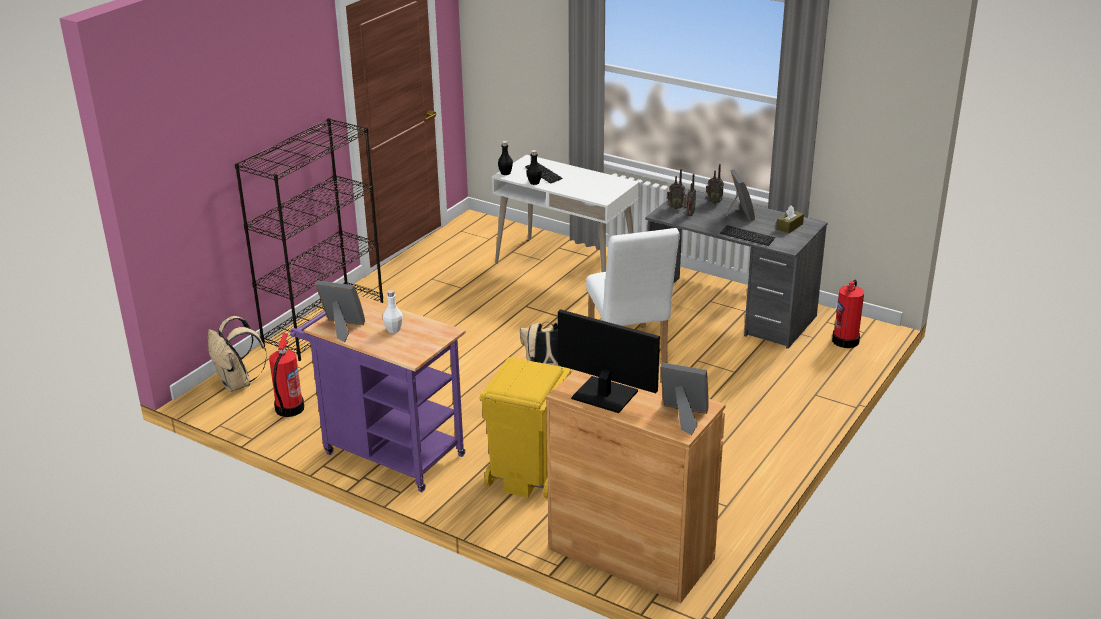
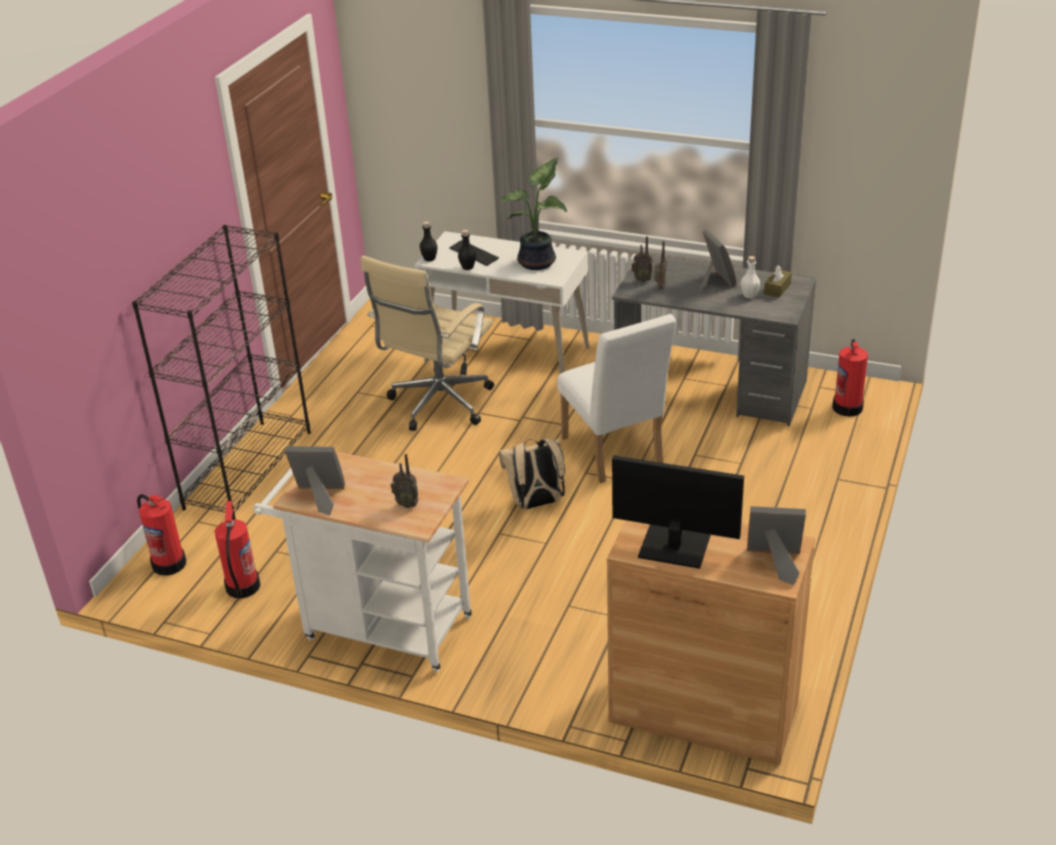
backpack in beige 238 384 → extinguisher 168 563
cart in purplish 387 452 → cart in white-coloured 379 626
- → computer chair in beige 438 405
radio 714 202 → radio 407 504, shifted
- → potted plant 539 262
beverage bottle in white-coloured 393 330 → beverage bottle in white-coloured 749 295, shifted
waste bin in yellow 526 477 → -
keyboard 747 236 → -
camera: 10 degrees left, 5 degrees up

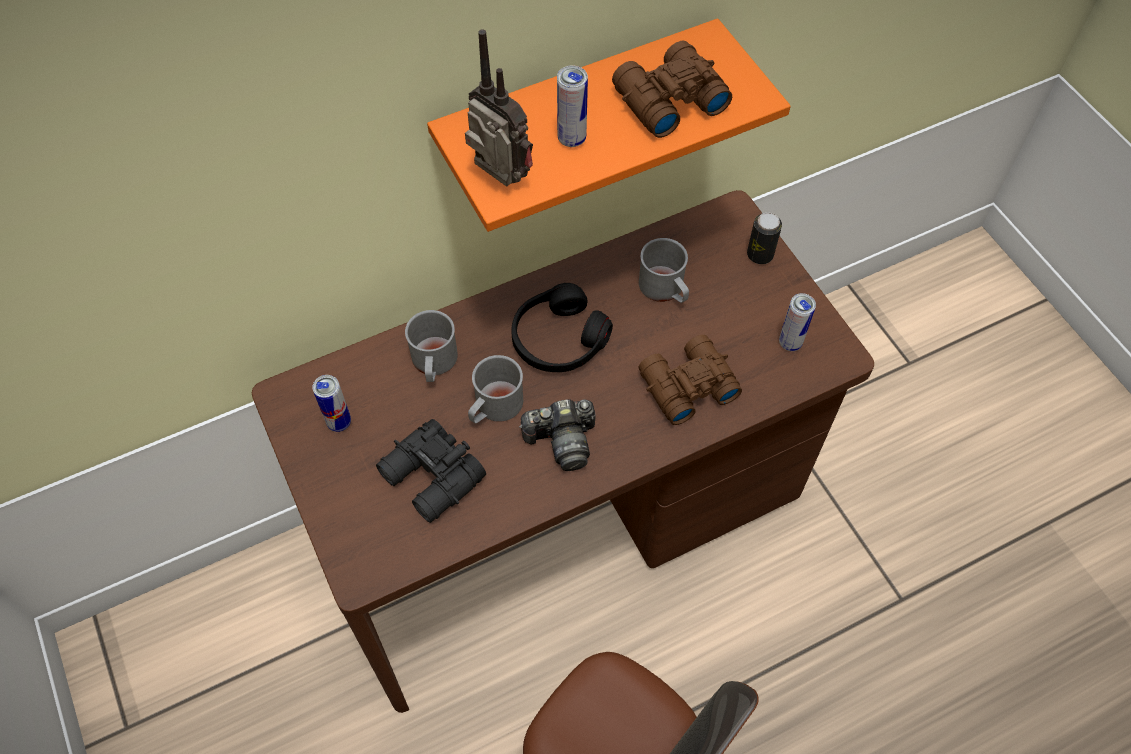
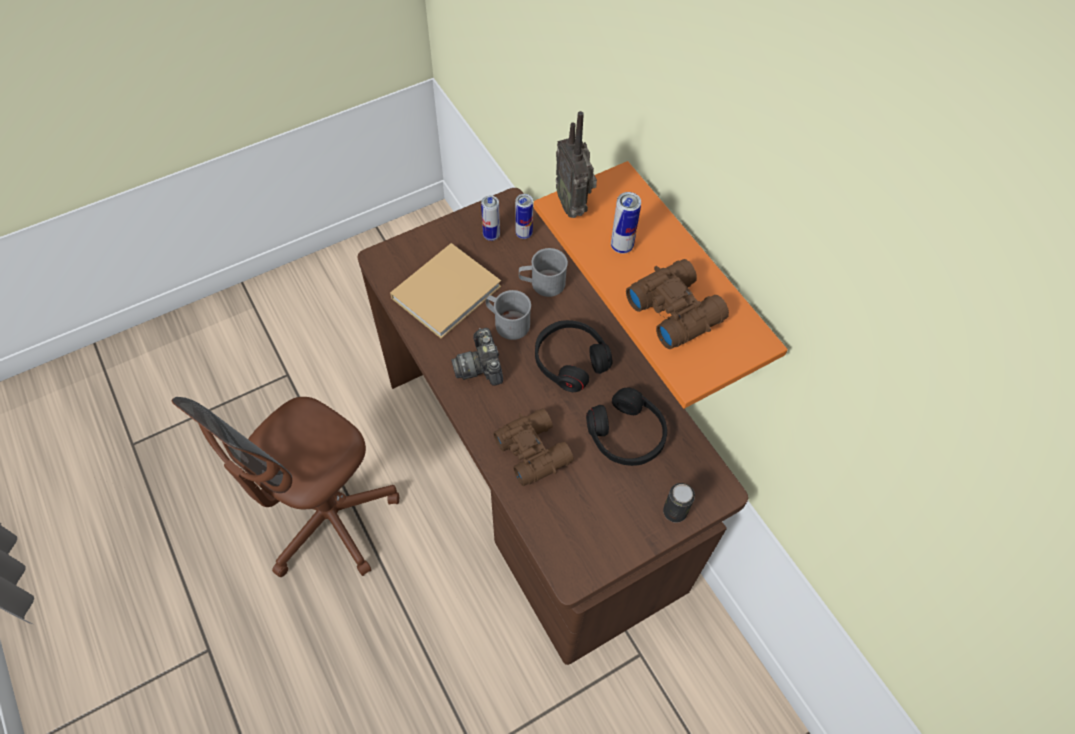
binoculars in blackish 432 479 → bound book in beige 448 290
sealed can 790 343 → sealed can 524 234, shifted
radio 499 181 → radio 573 205, 120 degrees clockwise
tea mug in gray 665 289 → headphones in blackish 626 434
camera: 85 degrees right, 0 degrees up

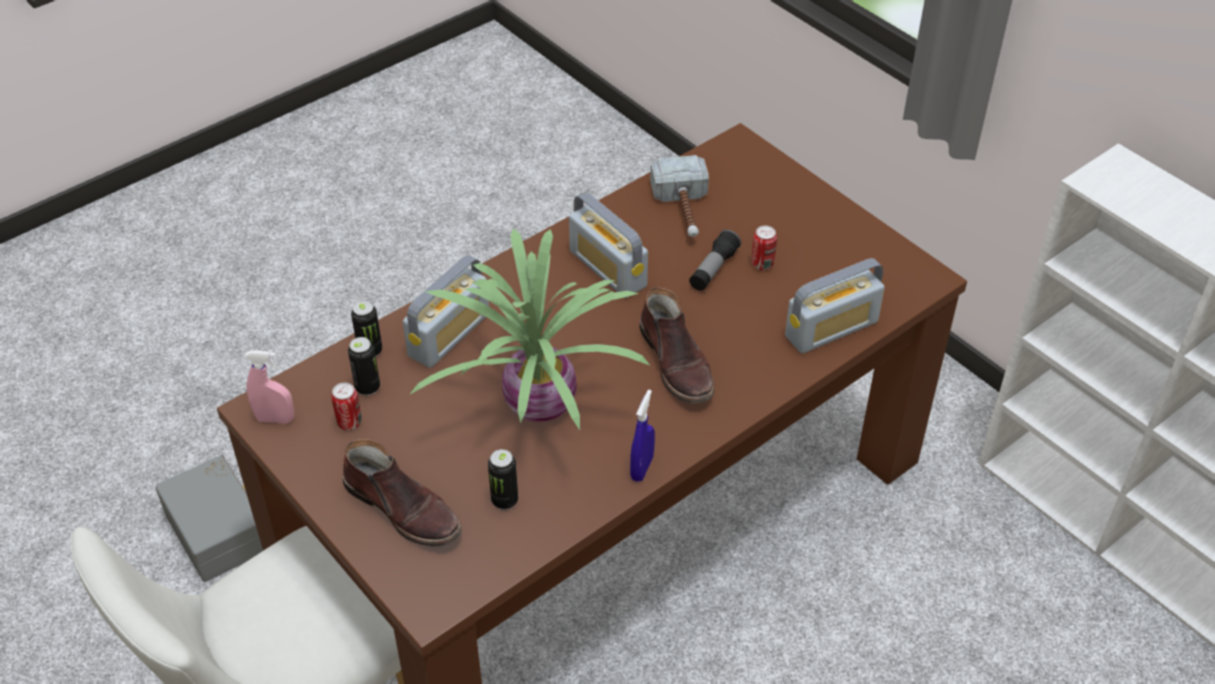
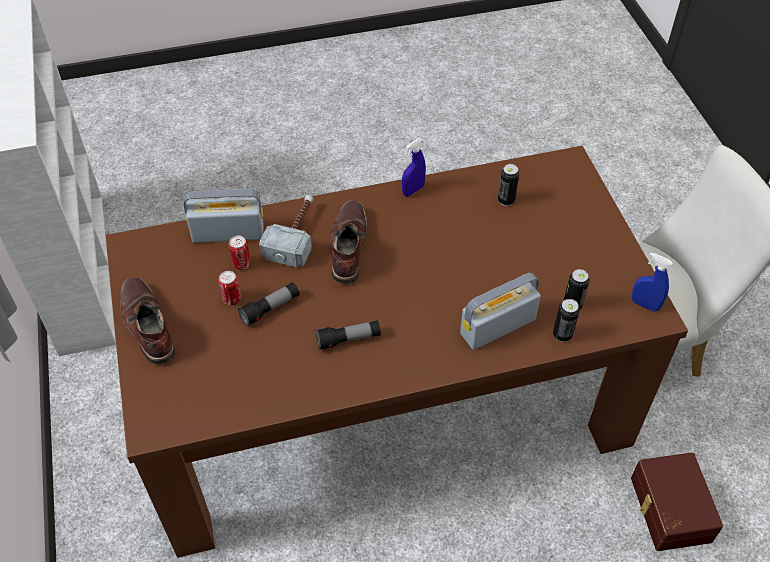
tall boot in brown 404 508 → tall boot in brown 147 325, shifted
sealed can 349 422 → sealed can 241 264, shifted
hammer 683 211 → hammer 296 235, shifted
radio 608 269 → torch 348 339
storage bin in gray 220 529 → storage bin in brown 668 509
spray bottle in pinkish 275 419 → spray bottle in blue-coloured 645 305
potted plant 535 404 → -
camera: 155 degrees left, 5 degrees up

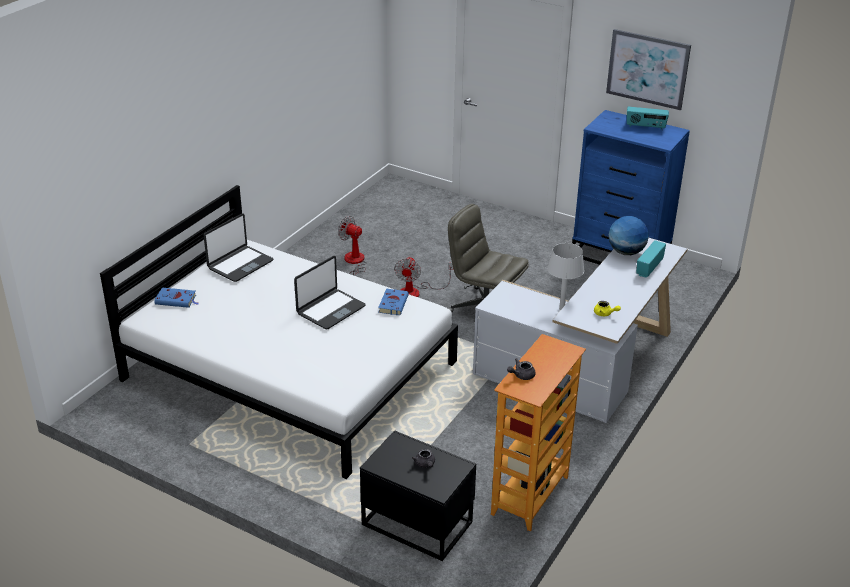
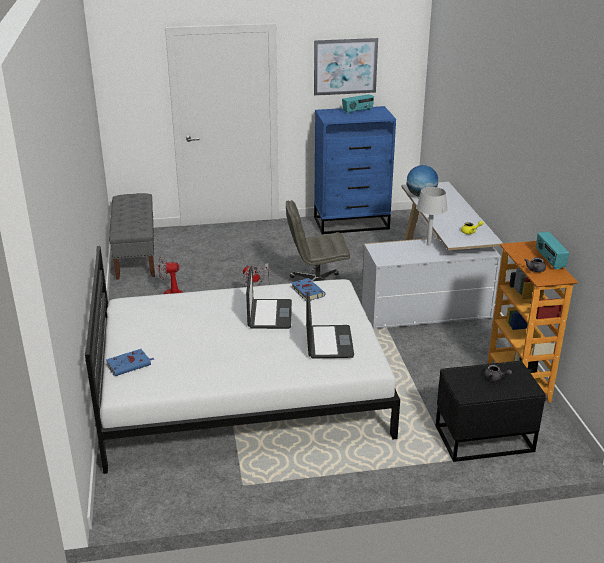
- → indoor bench in gray 135 254
notebook computer 240 264 → notebook computer 328 343, shifted
radio 648 268 → radio 549 260, shifted
camera: 40 degrees left, 5 degrees down

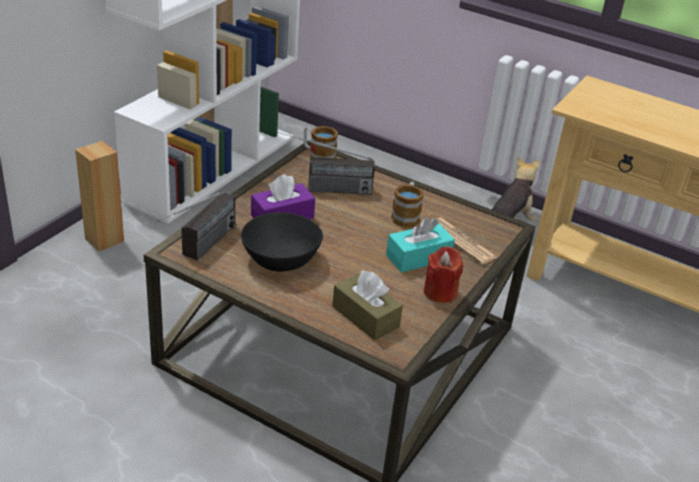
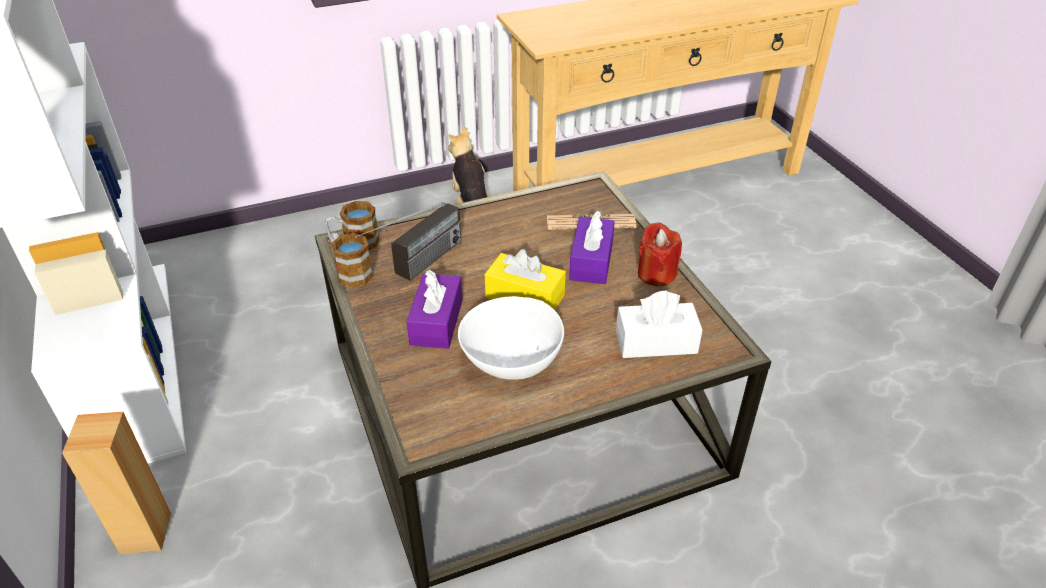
tea mug 406 215 → tea mug 350 272, shifted
serving bowl in blackish 280 259 → serving bowl in white-coloured 511 359
- → tissue box in yellow 525 296
tissue box in turquoise 418 257 → tissue box in purplish 591 261
tissue box in brown 365 316 → tissue box in white-coloured 656 342
radio 200 250 → -
camera: 50 degrees left, 5 degrees up

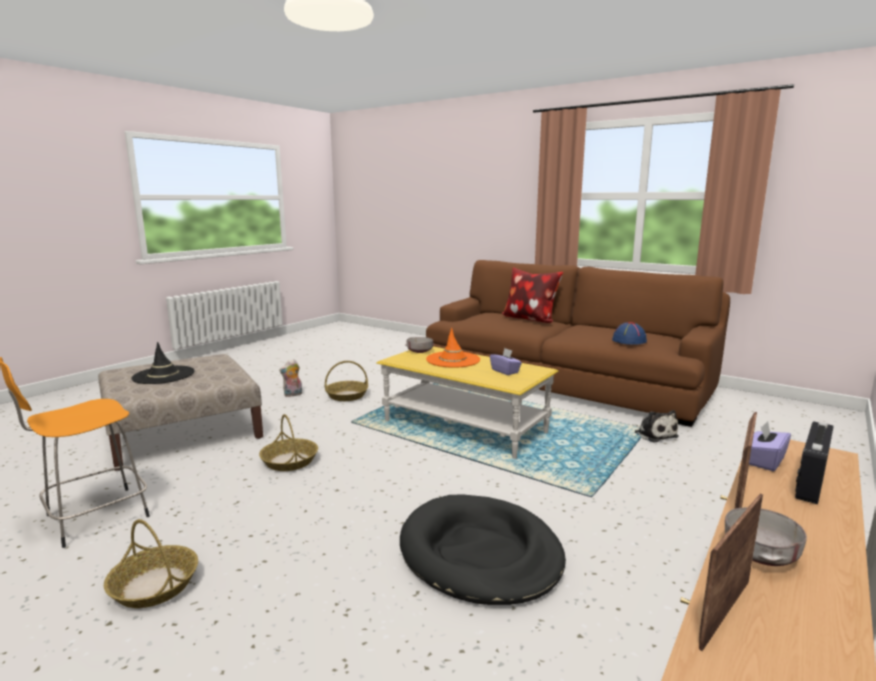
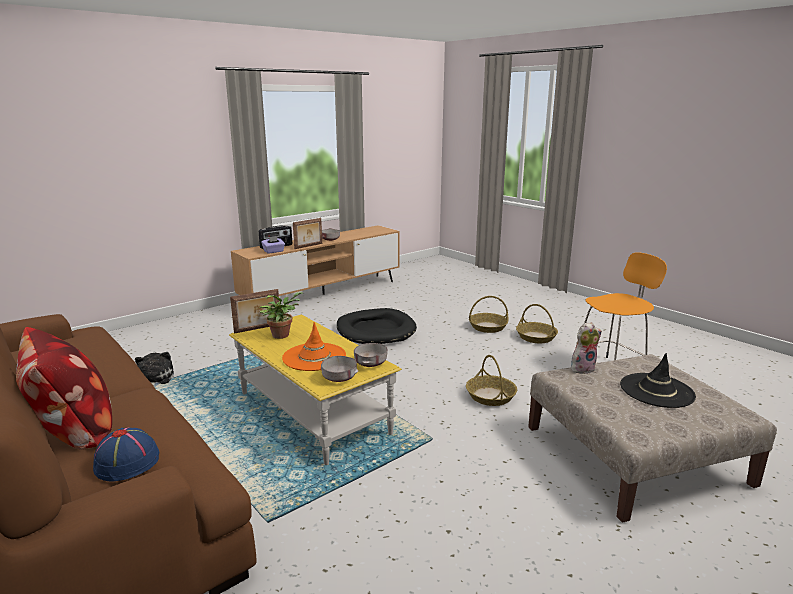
wearable hat in blue-coloured 628 341 → wearable hat in blue-coloured 127 462, shifted
standing frame 723 611 → standing frame 258 329, shifted
tissue box in purplish 505 371 → potted plant 282 334
- → serving bowl in gray 371 363
basket 347 395 → basket 487 327, shifted
plush toy 293 395 → plush toy 582 368, shifted
camera: 165 degrees left, 5 degrees up

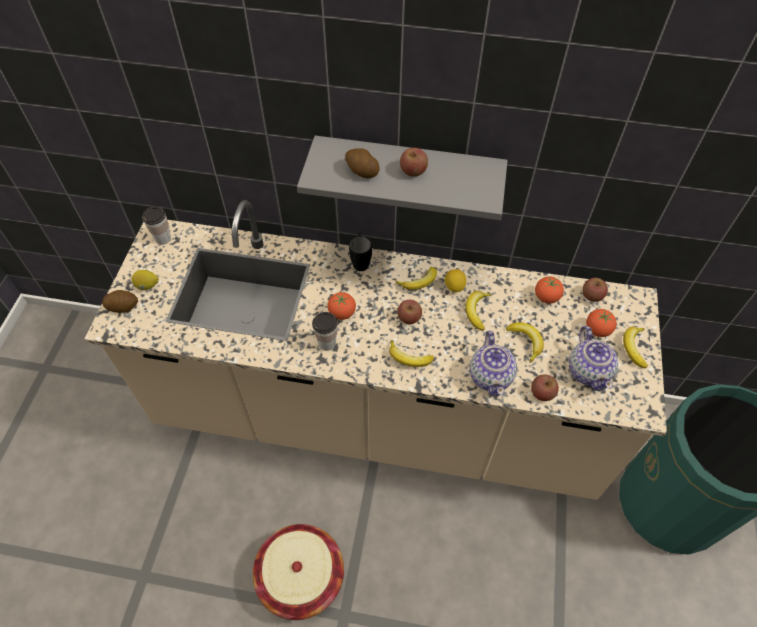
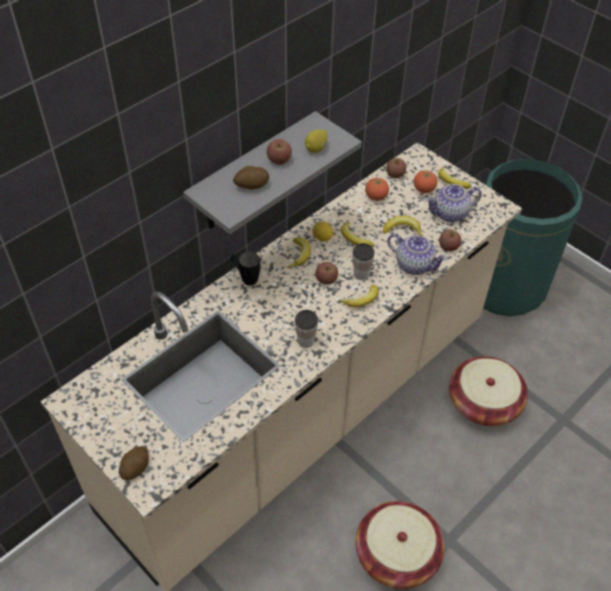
whole lemon 147 286 → whole lemon 316 149, shifted
drinking cup 163 238 → drinking cup 361 274, shifted
teapot 588 370 → teapot 450 213, 135 degrees clockwise
- → basket 483 403
whole tomato 342 313 → -
camera: 55 degrees left, 5 degrees down

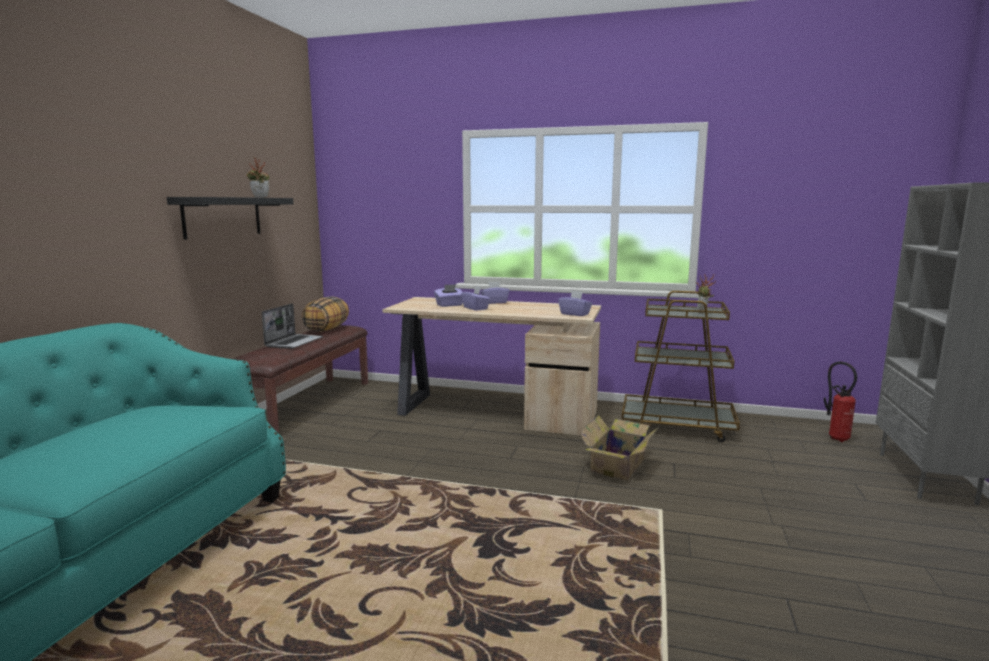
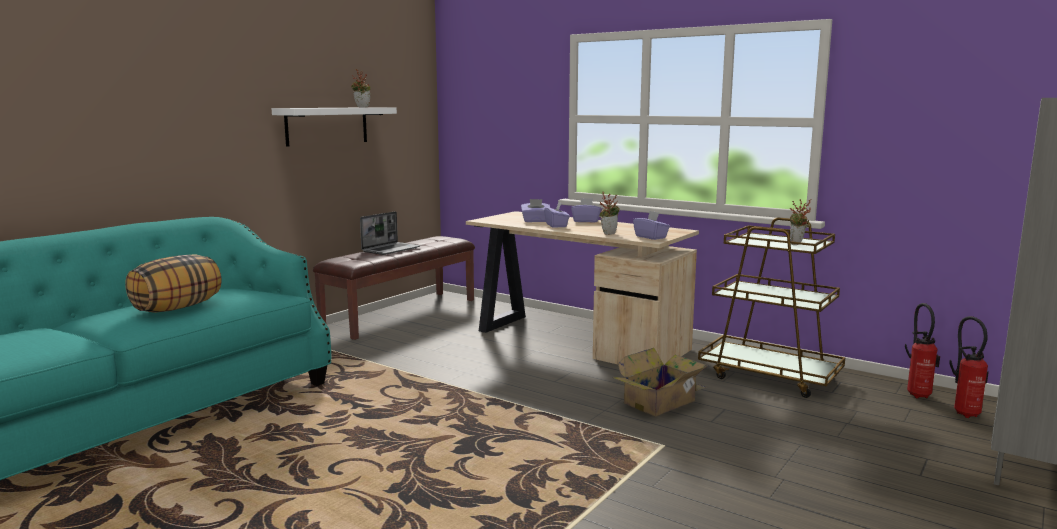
throw pillow 326 329 → throw pillow 177 308, shifted
bracket shelf in blackish 222 217 → bracket shelf in white-coloured 327 126
- → potted plant 608 233
- → extinguisher 918 394
camera: 20 degrees right, 0 degrees up

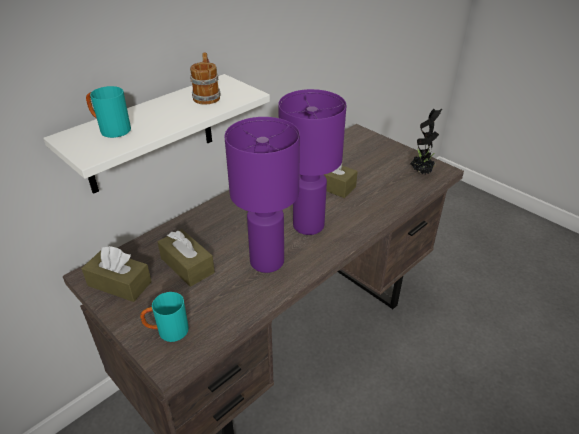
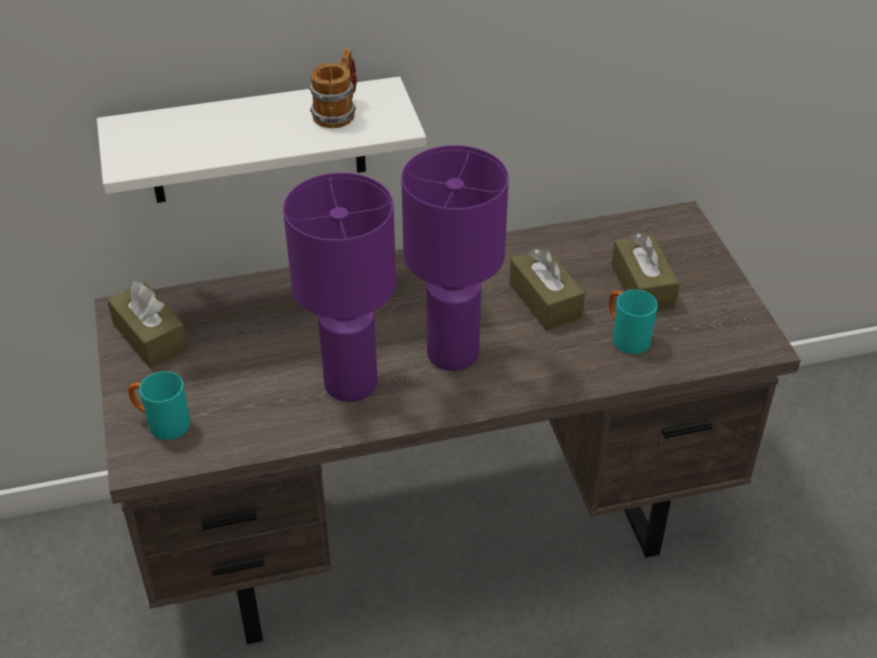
tea mug in turquoise 110 130 → tea mug in turquoise 625 337, shifted
tissue box in brown 187 265 → tissue box in brown 642 286, shifted
potted plant 421 172 → -
camera: 30 degrees right, 5 degrees up

